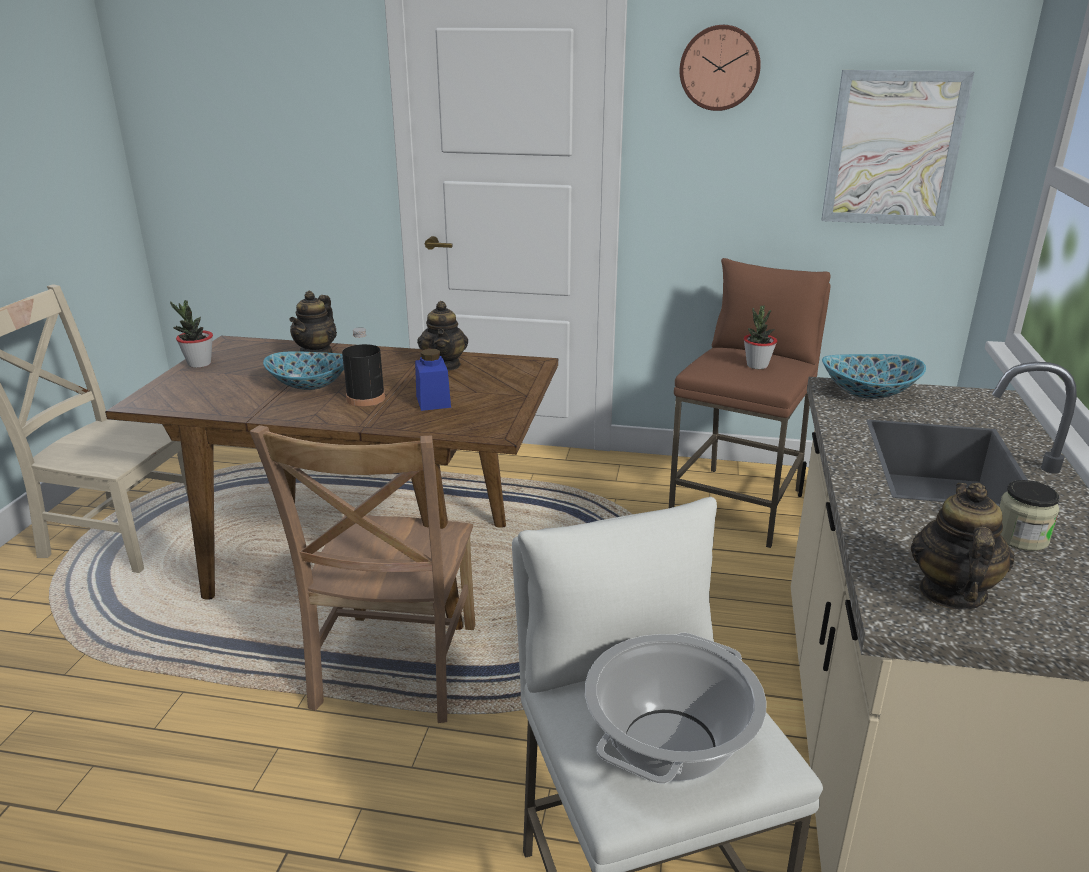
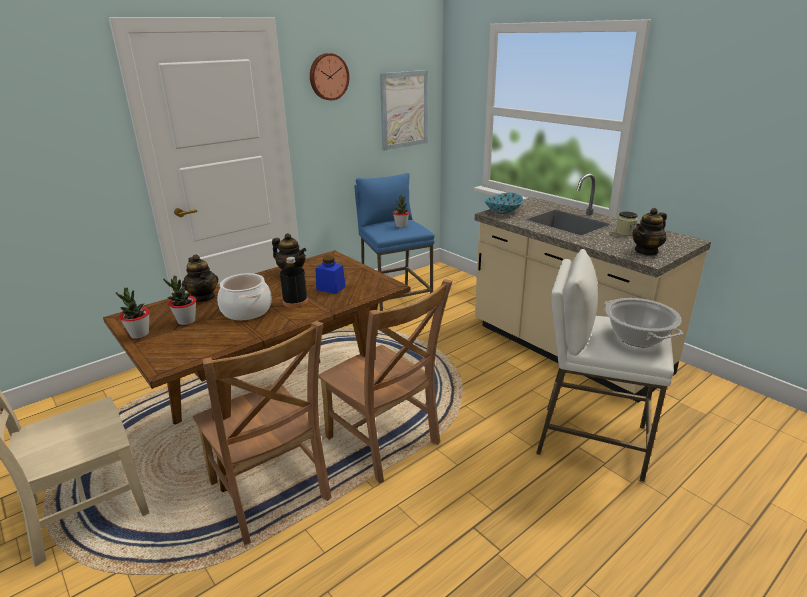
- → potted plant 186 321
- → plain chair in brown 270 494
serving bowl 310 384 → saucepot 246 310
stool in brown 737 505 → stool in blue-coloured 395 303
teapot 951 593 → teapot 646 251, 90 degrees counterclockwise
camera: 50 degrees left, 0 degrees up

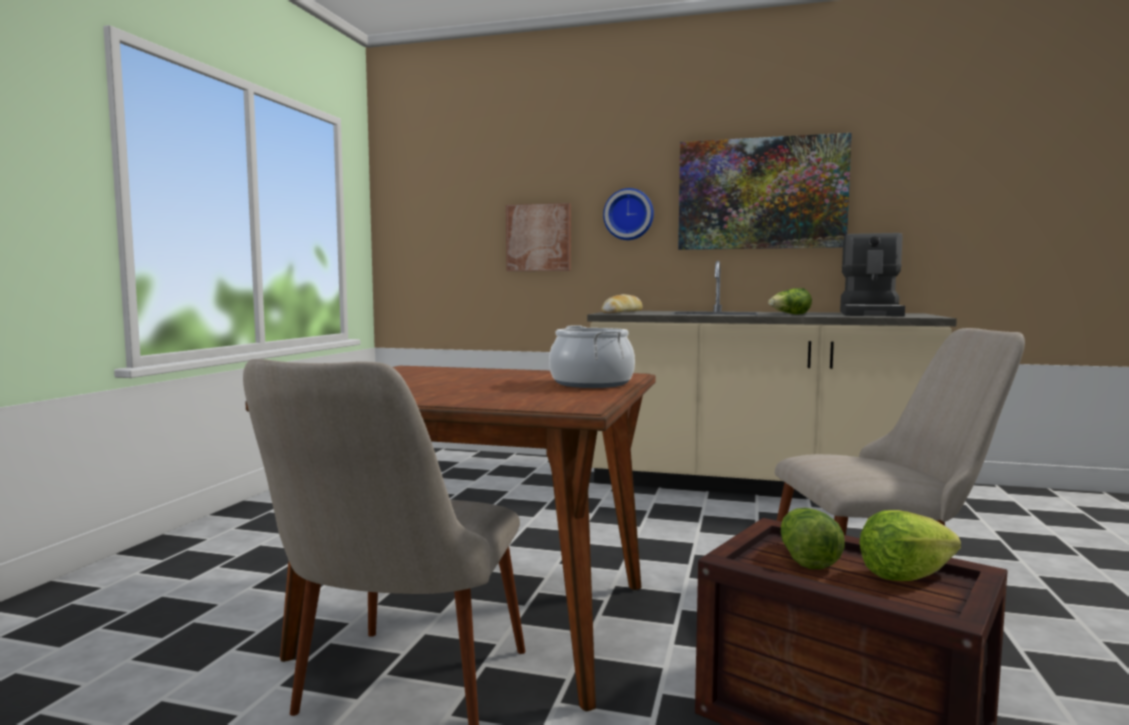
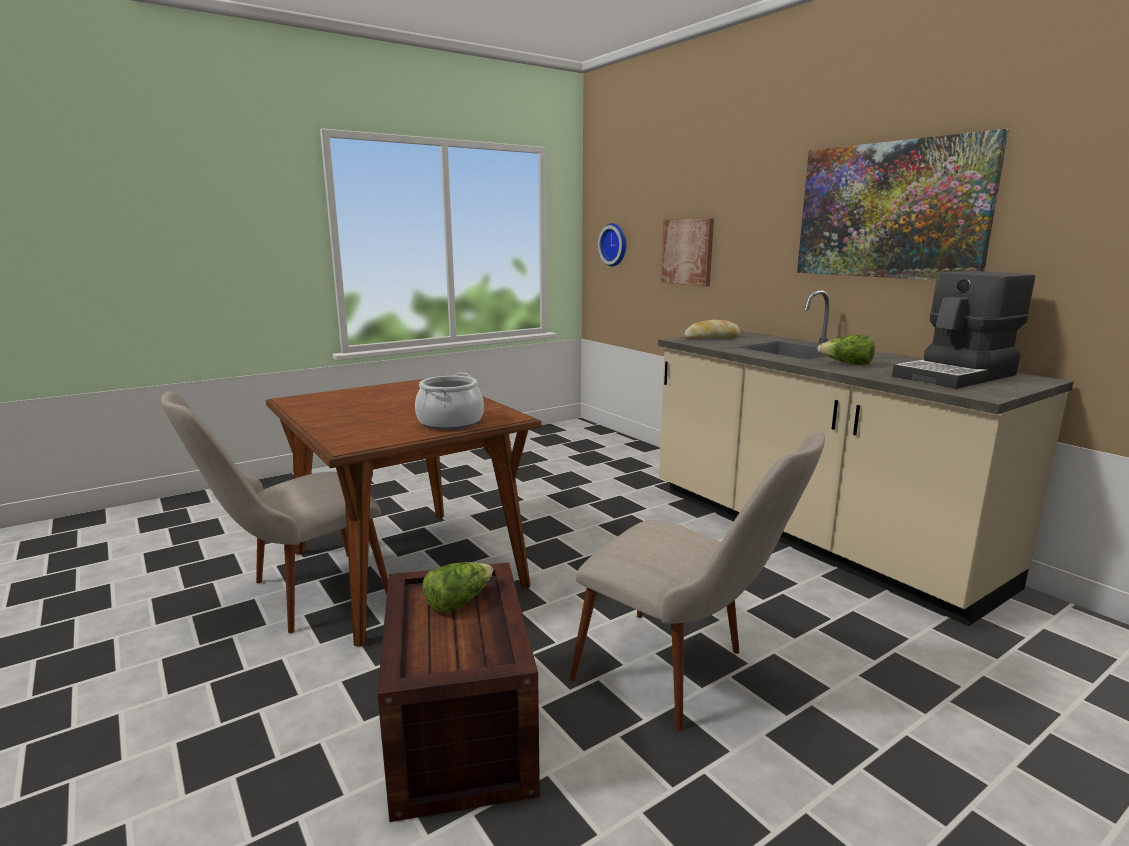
wall clock 629 214 → wall clock 615 245, shifted
lettuce head 905 575 → -
camera: 40 degrees right, 10 degrees up

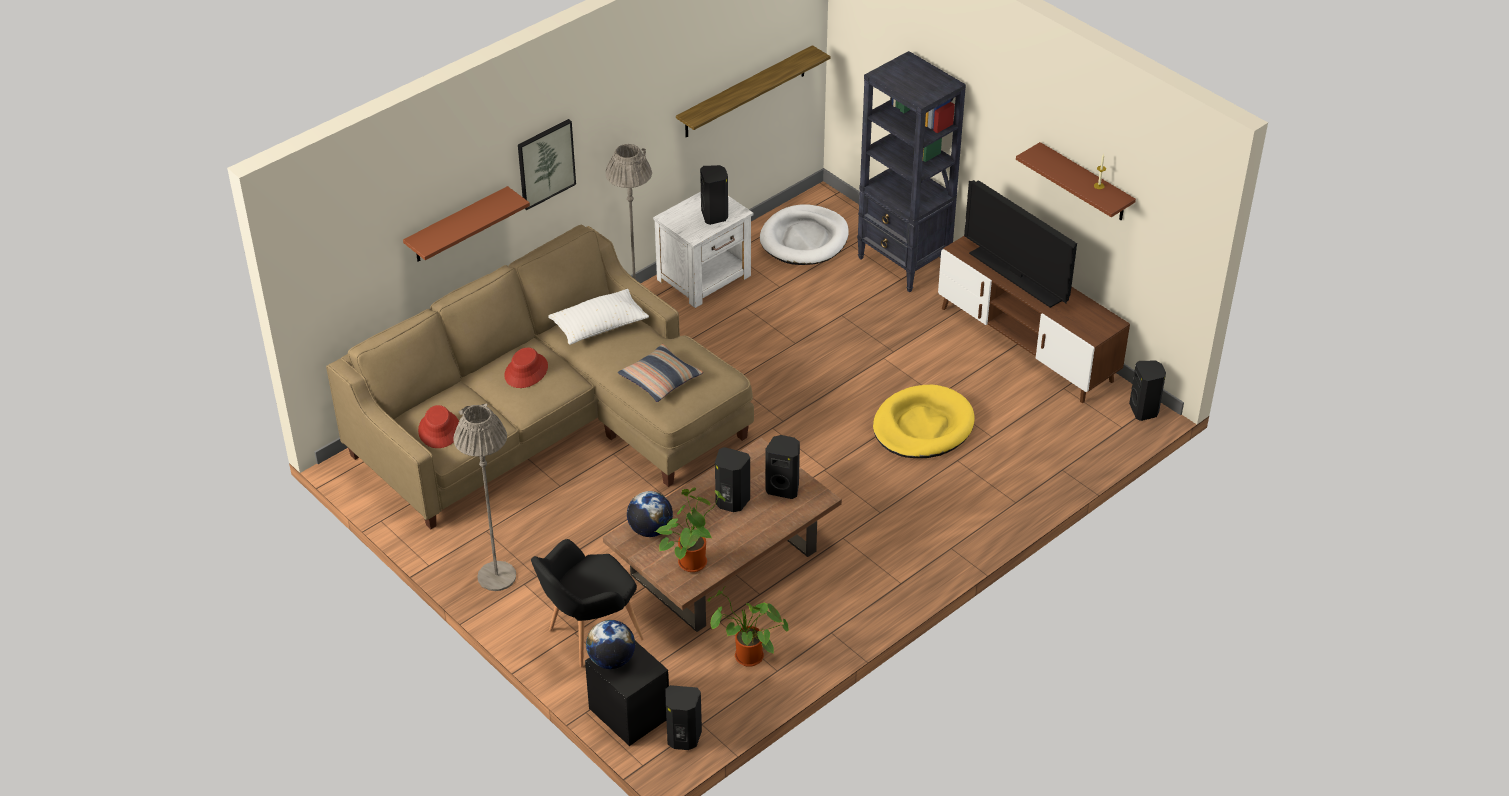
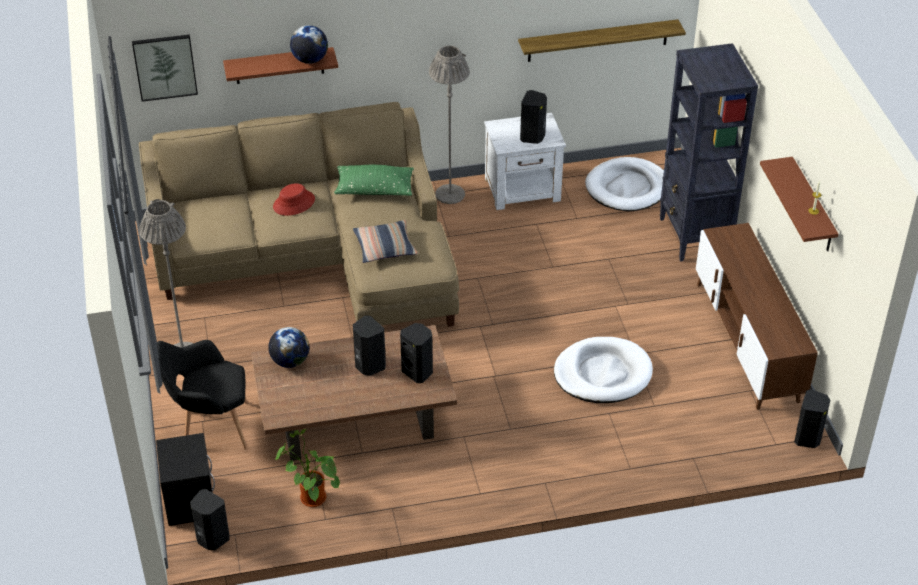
picture 545 163 → picture 165 67, shifted
world globe 611 660 → world globe 310 60, shifted
throw pillow in white-coloured 599 326 → throw pillow in greenish 374 189
dog bed in yellow 922 426 → dog bed in white-coloured 602 374
wearable hat in reddish 439 430 → -
potted plant 692 560 → -
TV set 1016 276 → -
camera: 30 degrees right, 0 degrees up

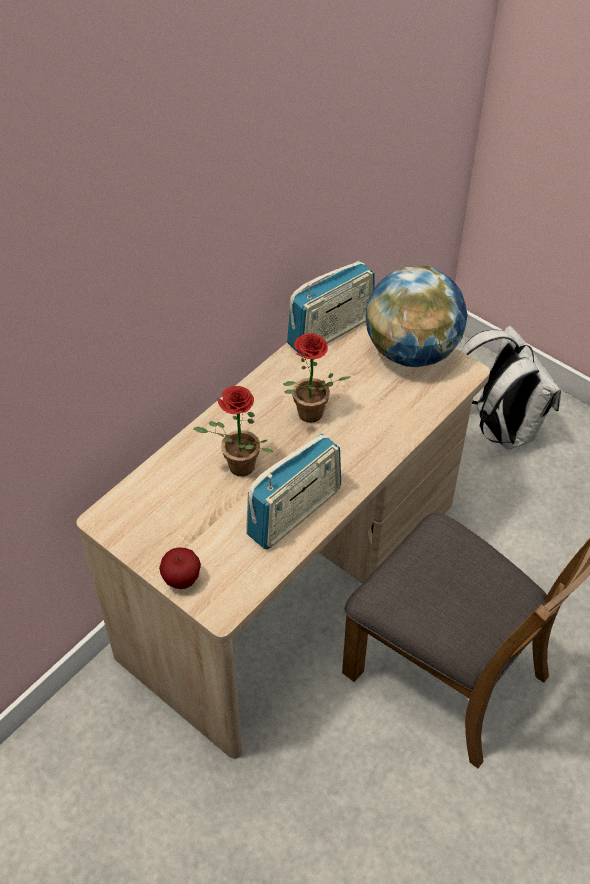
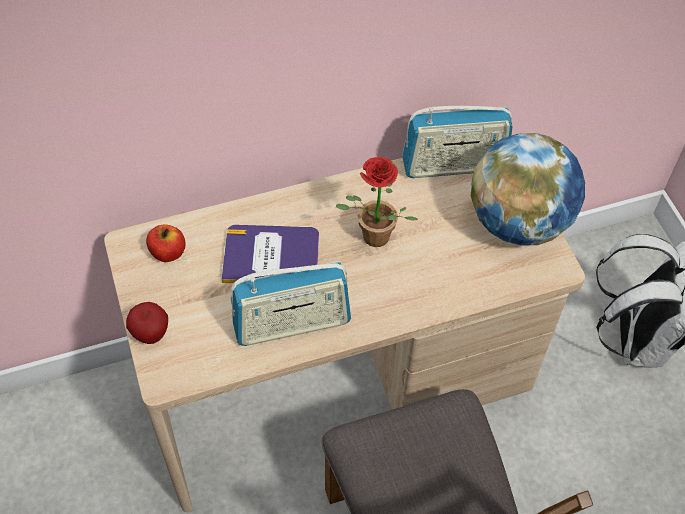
- → whole apple 168 252
potted plant 236 469 → bound book 271 256
camera: 30 degrees right, 5 degrees up

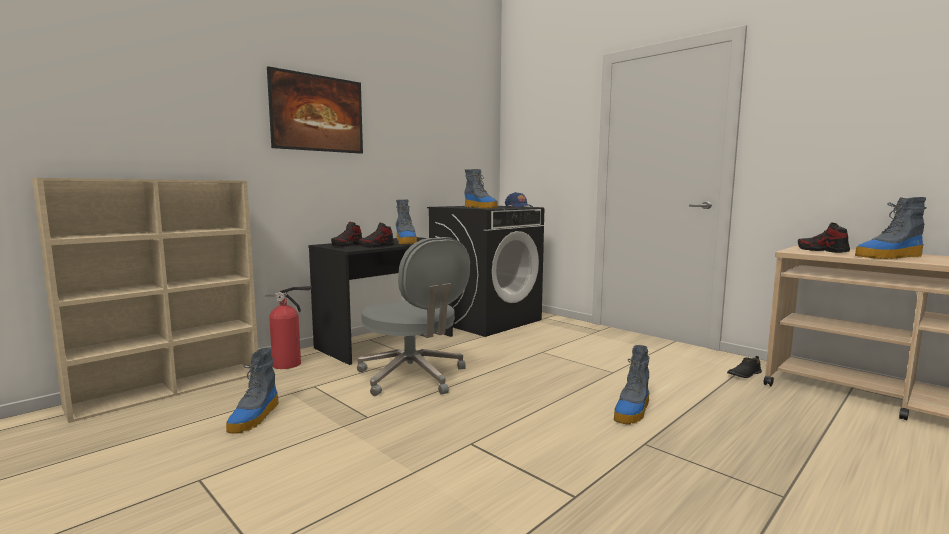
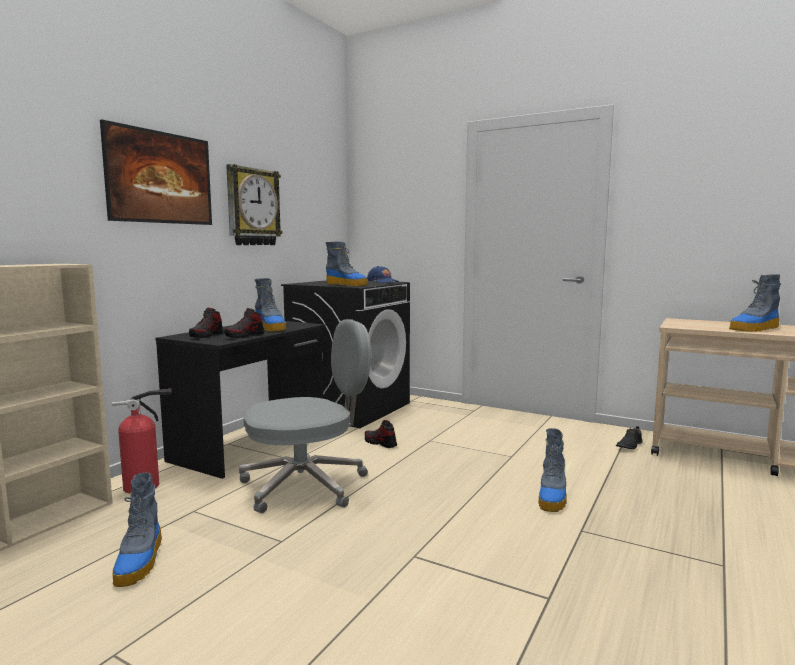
- → wall clock 252 207
computer chair in gray 413 377 → computer chair in gray 307 485, 60 degrees counterclockwise
shoe 822 250 → shoe 380 443, shifted
camera: 15 degrees left, 0 degrees up

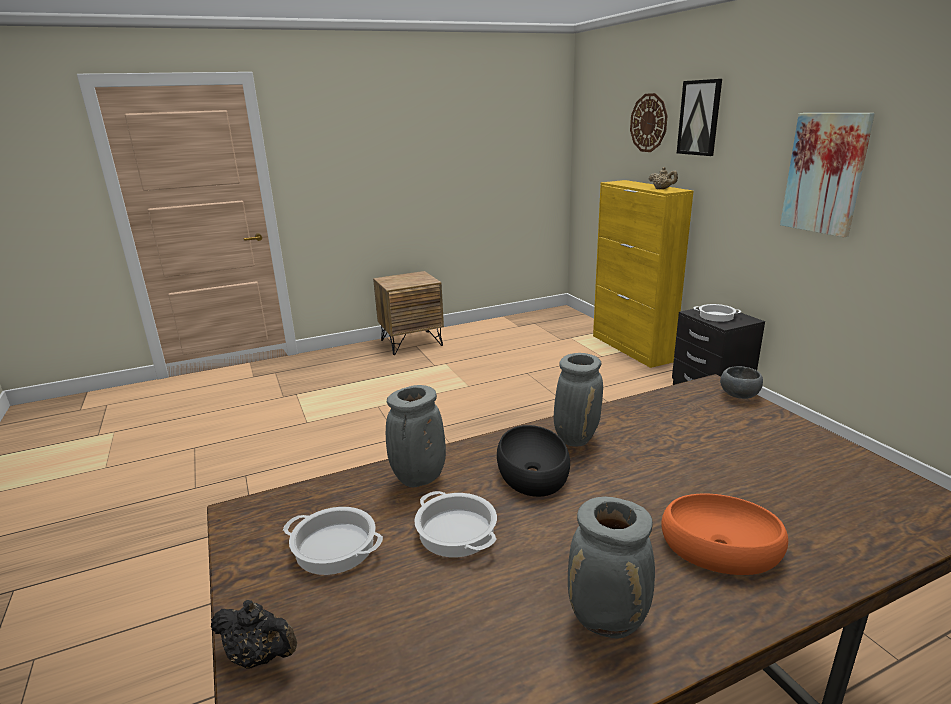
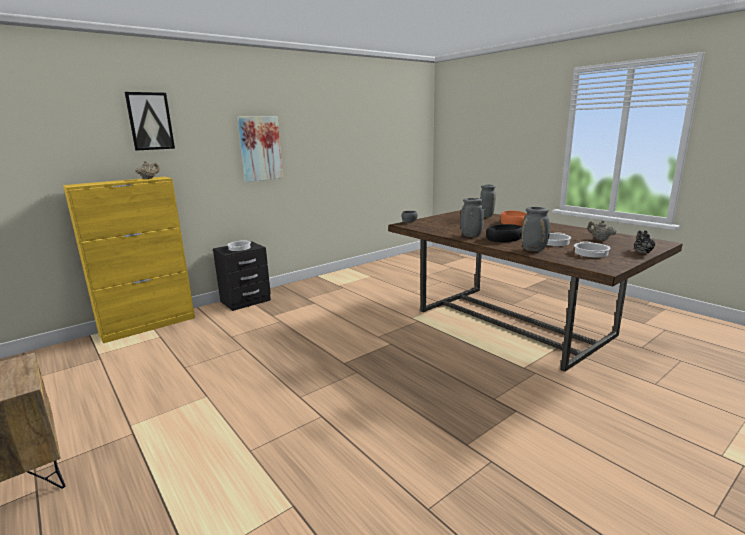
vase in gray 608 621 → vase in gray 486 216, shifted
- → teapot in beige 599 239
wall clock 649 123 → -
camera: 105 degrees left, 5 degrees down

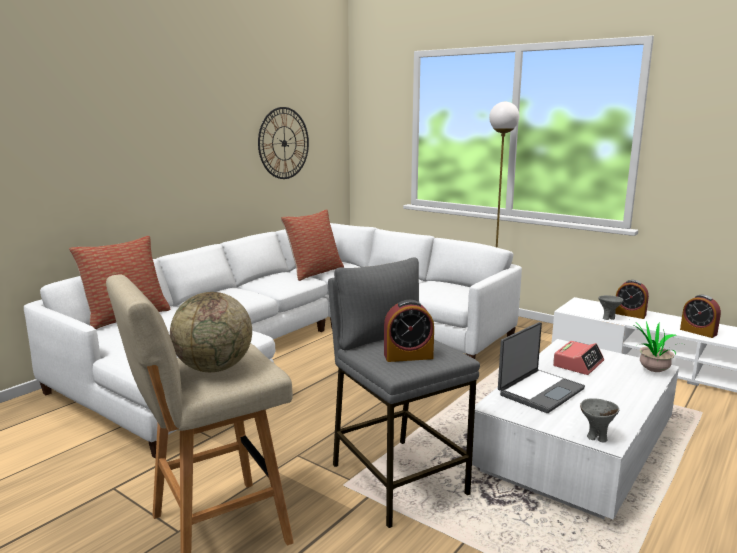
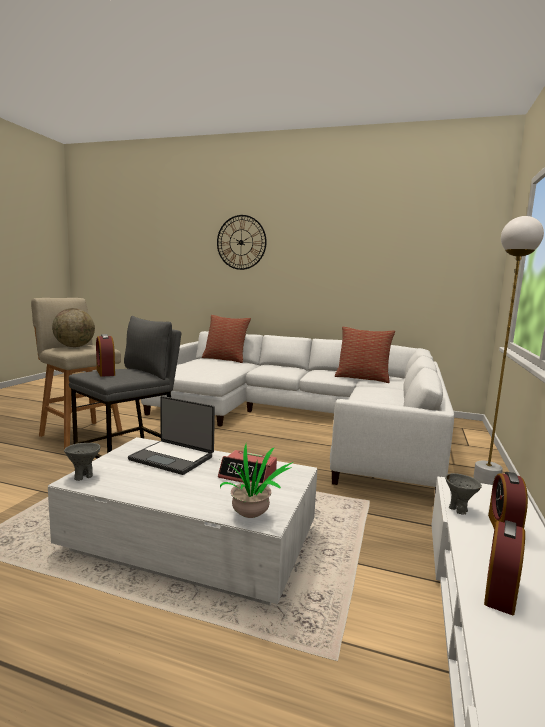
wall clock 284 143 → wall clock 241 242, shifted
camera: 70 degrees right, 5 degrees down

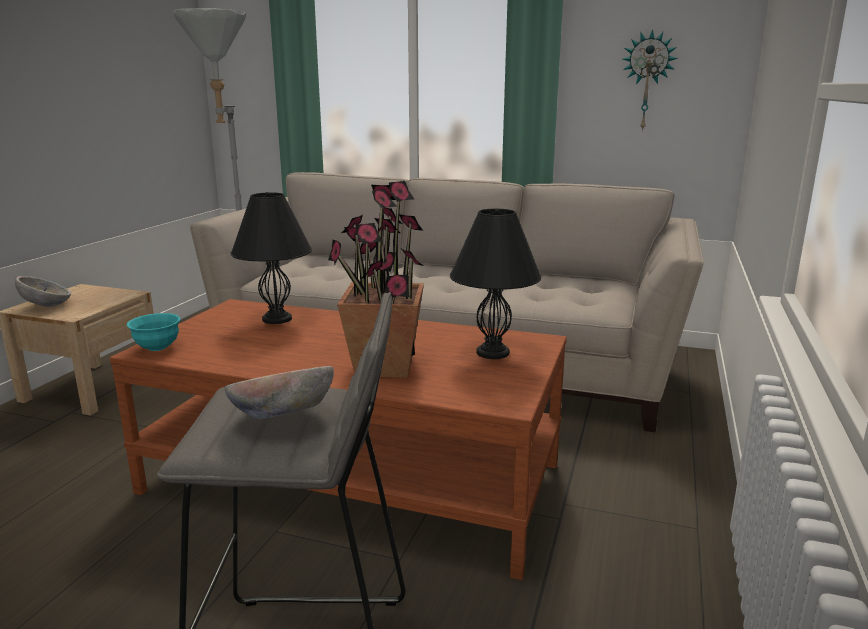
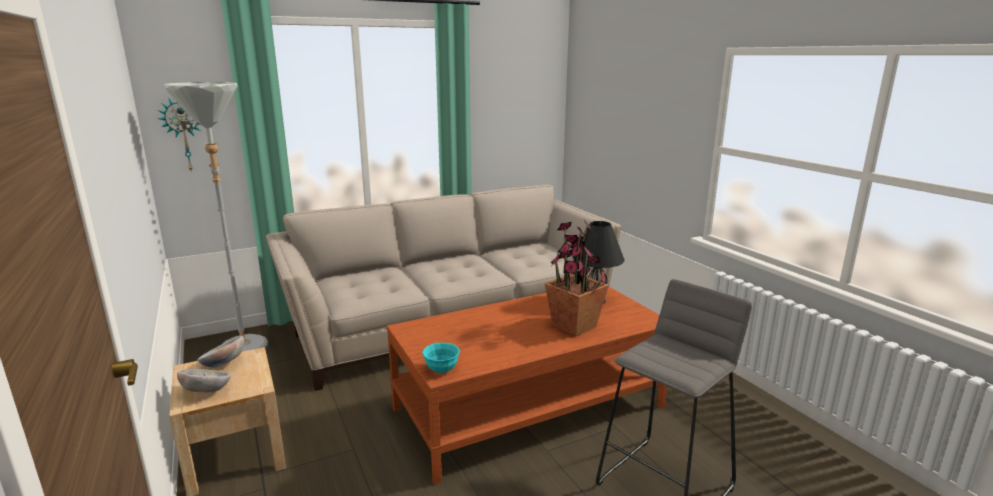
wall clock 647 81 → wall clock 184 134, shifted
serving bowl 282 418 → serving bowl 223 365, shifted
tabletop lamp in blackish 277 319 → -
camera: 45 degrees left, 0 degrees up

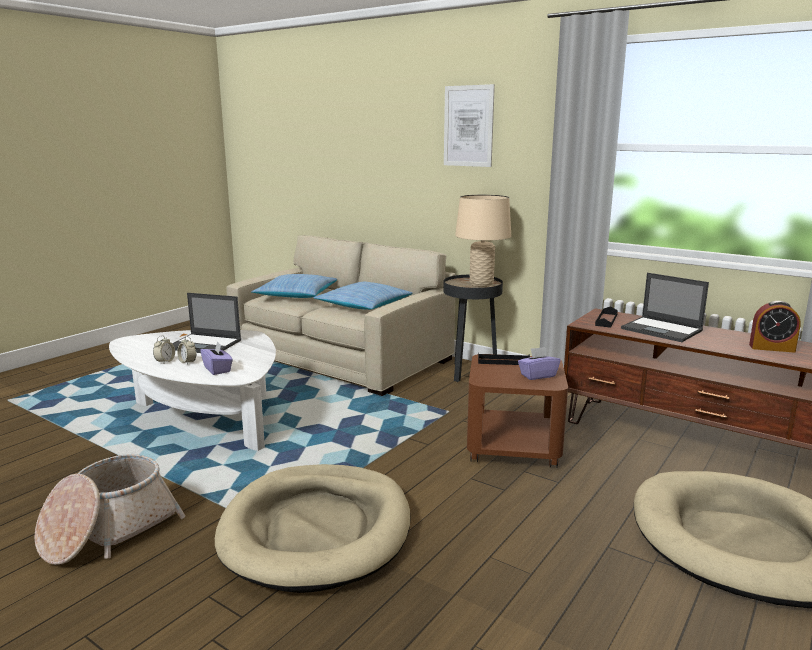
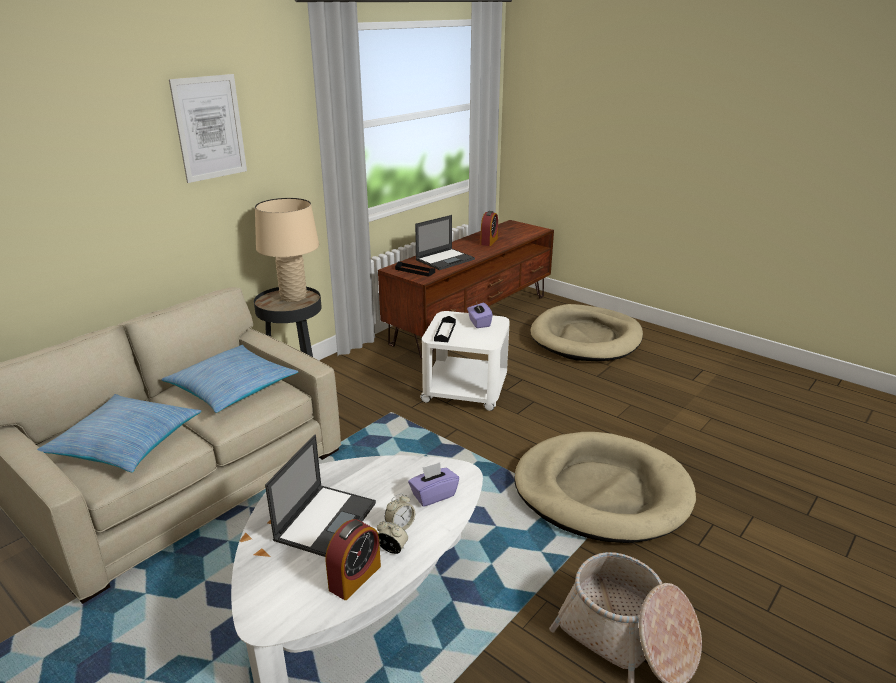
- → table clock 355 577
accent table in brown 513 446 → accent table in white-coloured 466 389
camera: 85 degrees left, 10 degrees up

